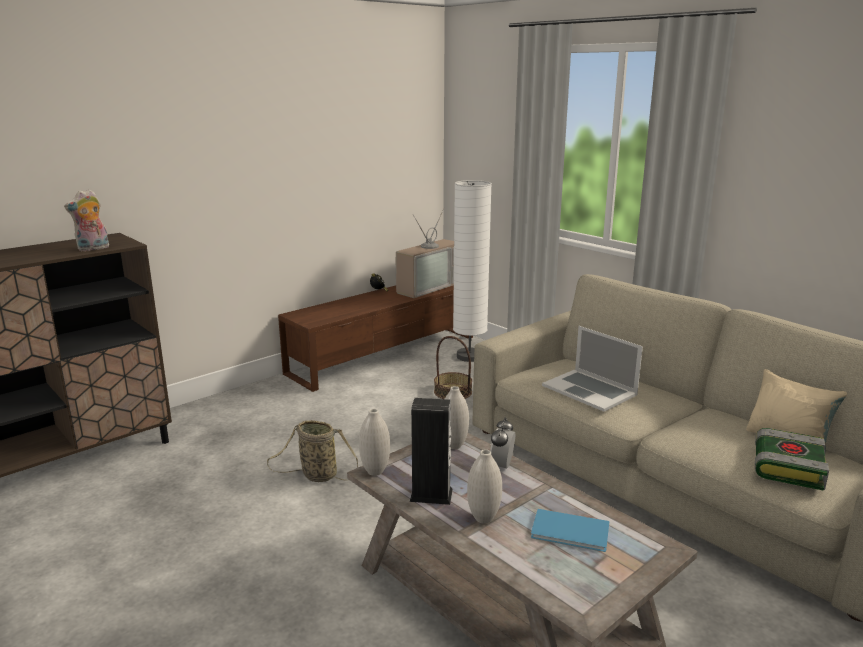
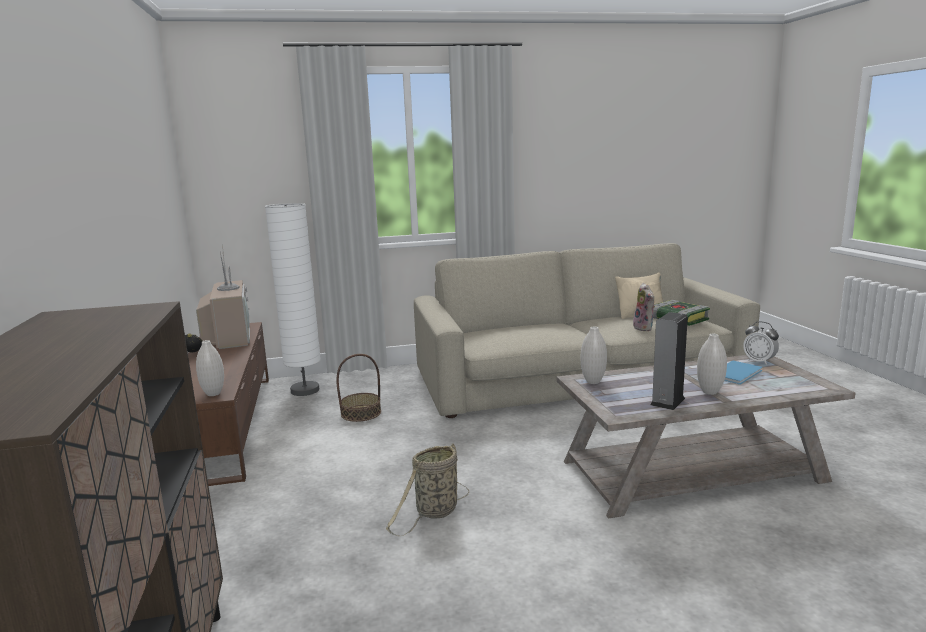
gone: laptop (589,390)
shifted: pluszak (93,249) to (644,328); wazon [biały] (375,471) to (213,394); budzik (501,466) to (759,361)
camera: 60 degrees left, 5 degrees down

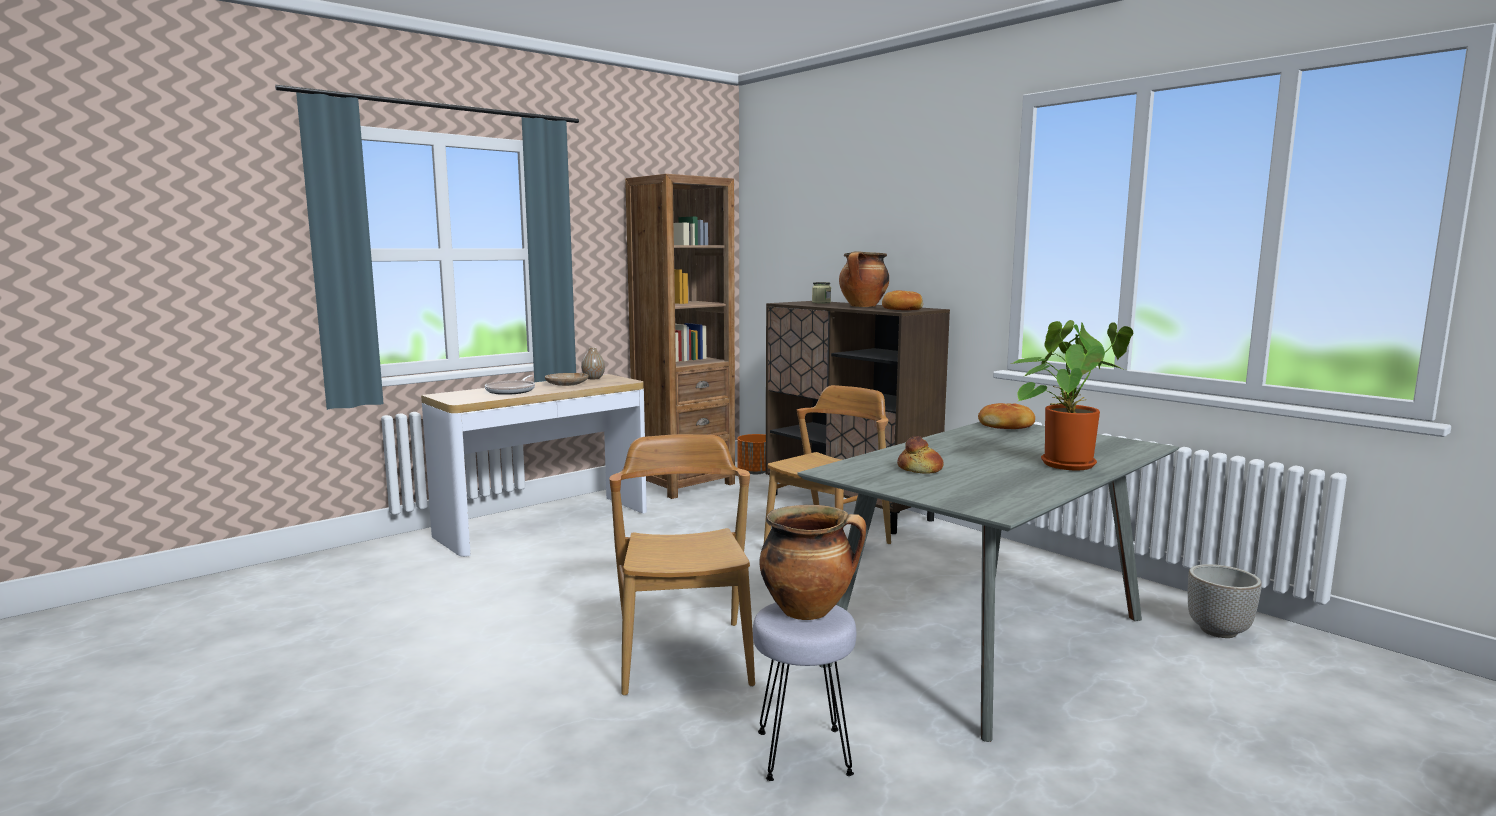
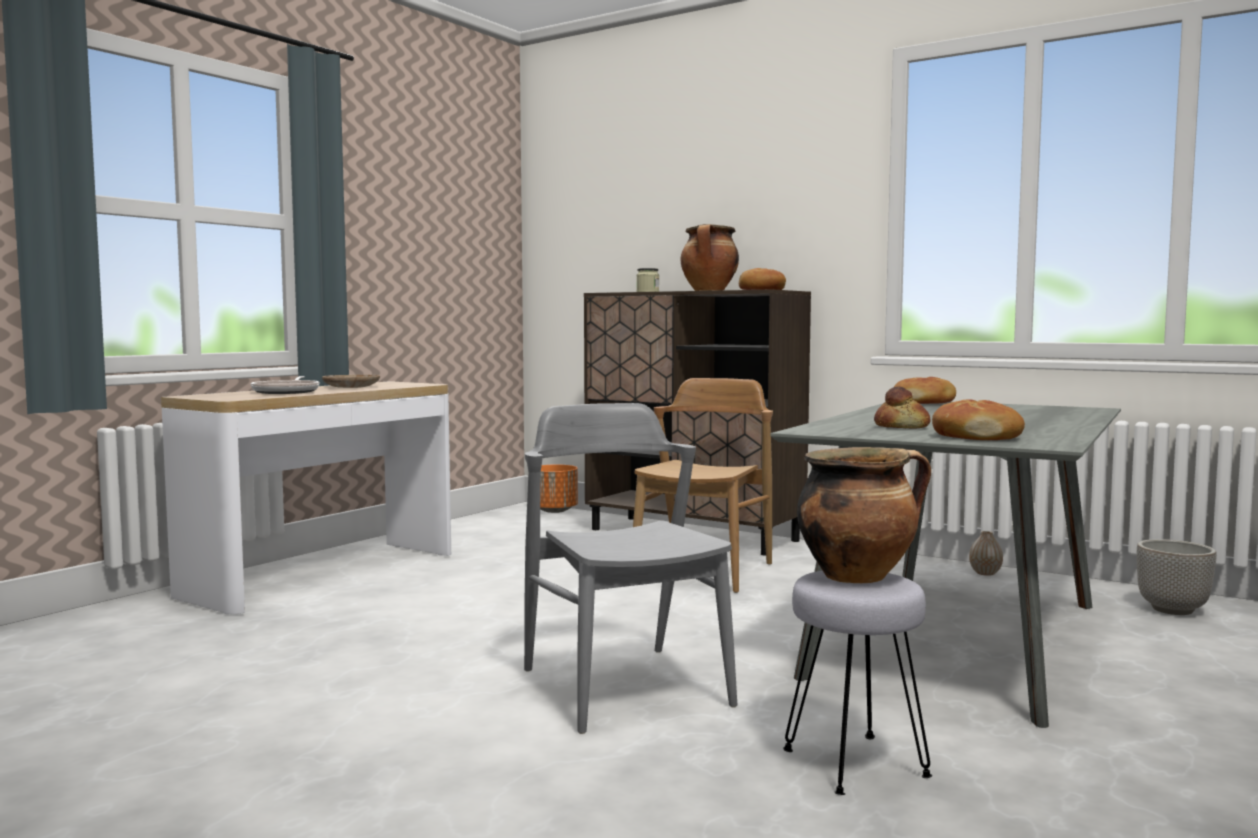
gone: regał [brązowy] (684,484); roślina doniczkowa (1065,463)
new: chleb (975,436)
shifted: wazon (593,378) to (985,573)
repainted: krzesło [brązowy] (685,656) to krzesło [szary] (625,687)
camera: 15 degrees left, 5 degrees down

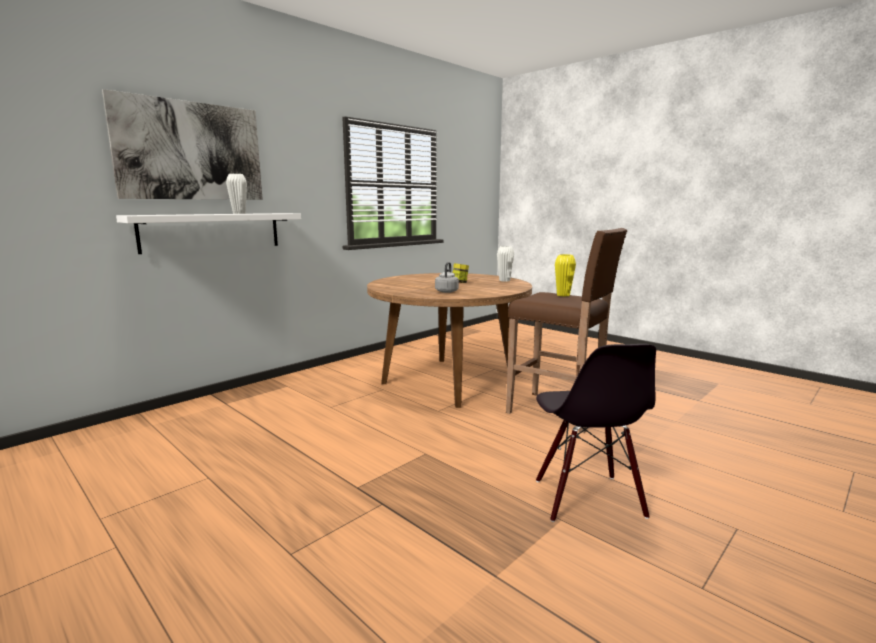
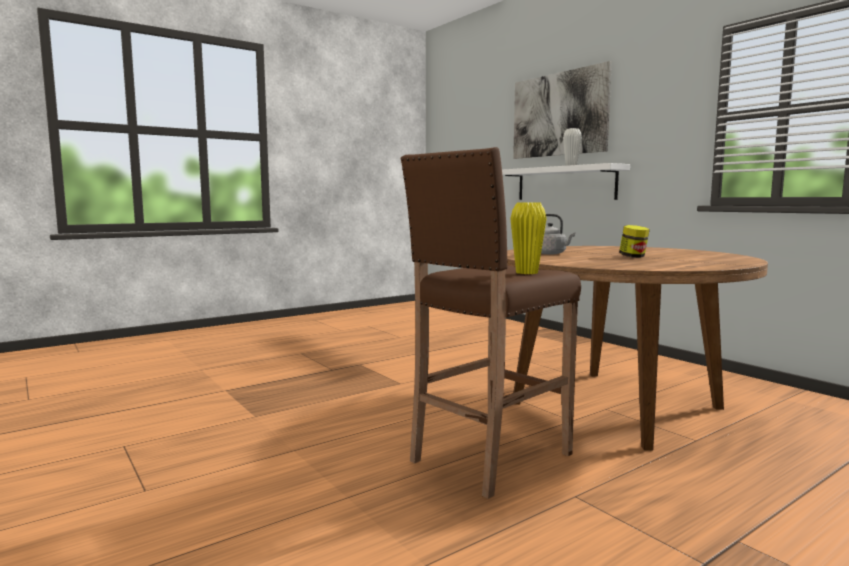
gone: wazon [biały] (504,280); krzesło [czarny] (587,498)
camera: 100 degrees right, 5 degrees down

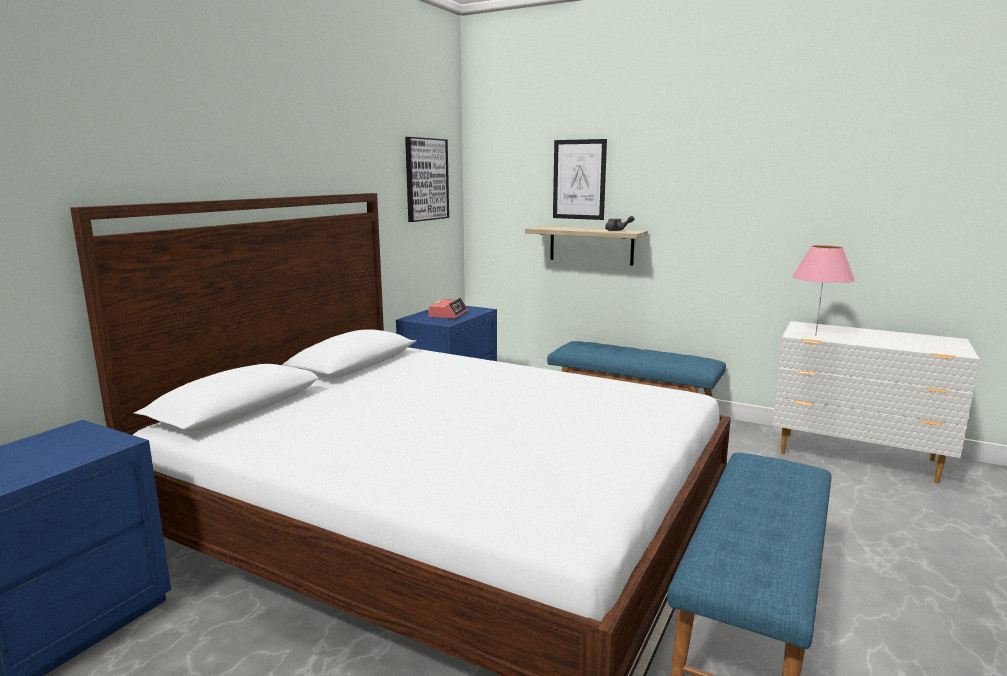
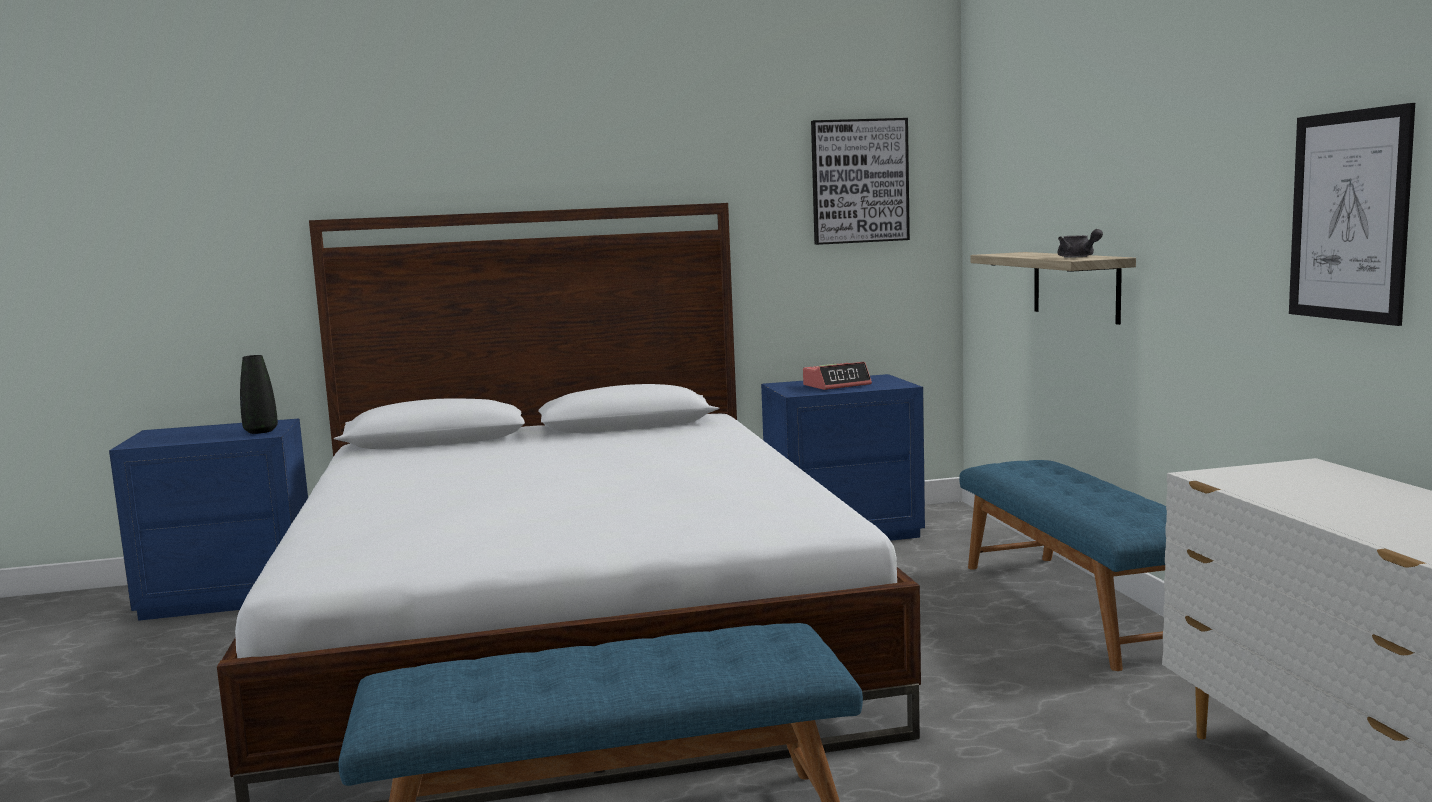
gone: lampa stołowa [różowy] (815,336)
new: wazon [czarny] (261,431)
shifted: obraz (579,179) to (1349,216)
camera: 50 degrees right, 5 degrees down

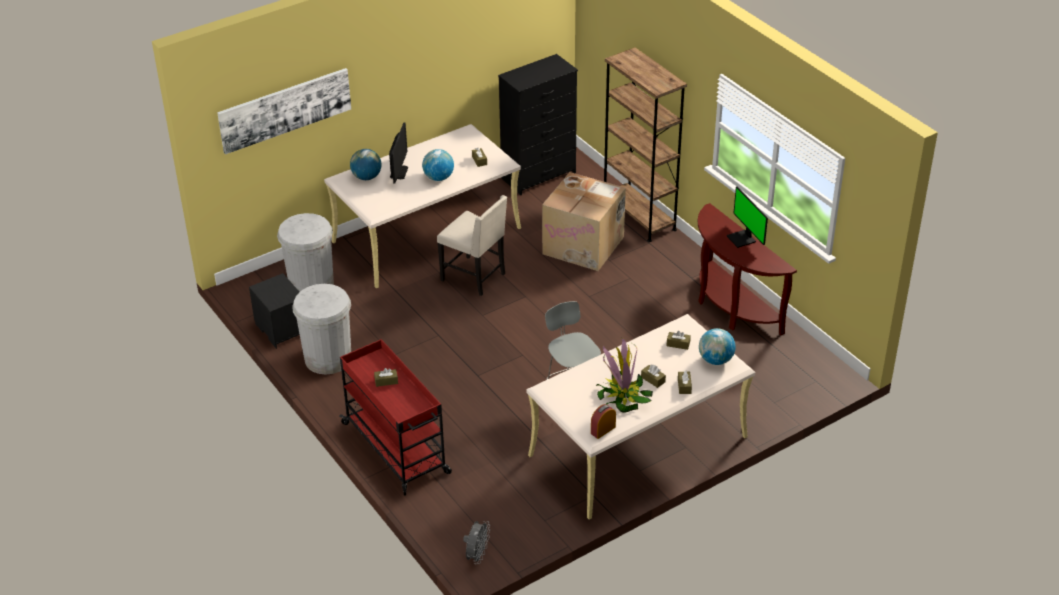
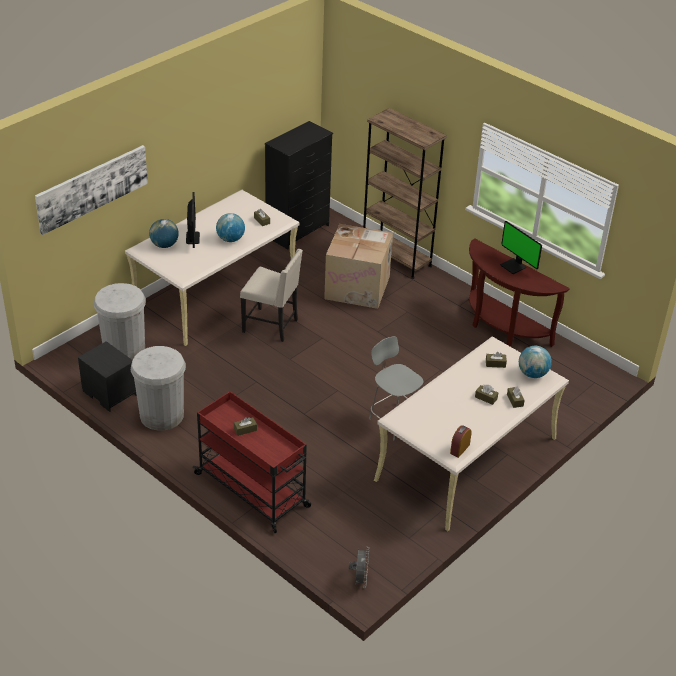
gone: roślina doniczkowa (622,396)
camera: 15 degrees left, 0 degrees up

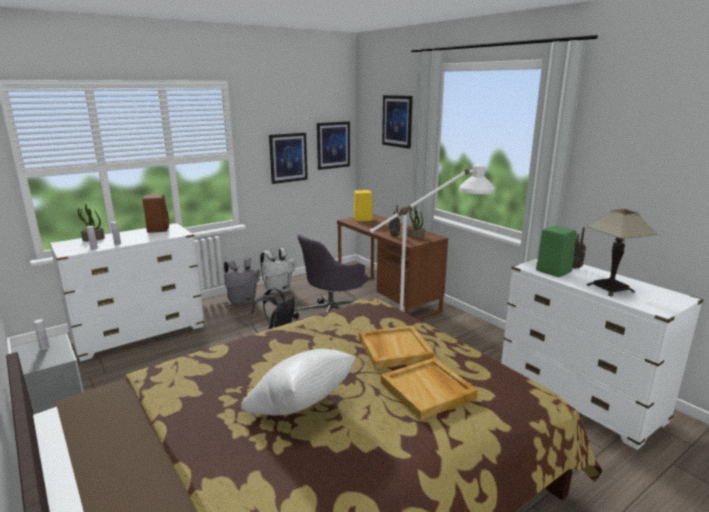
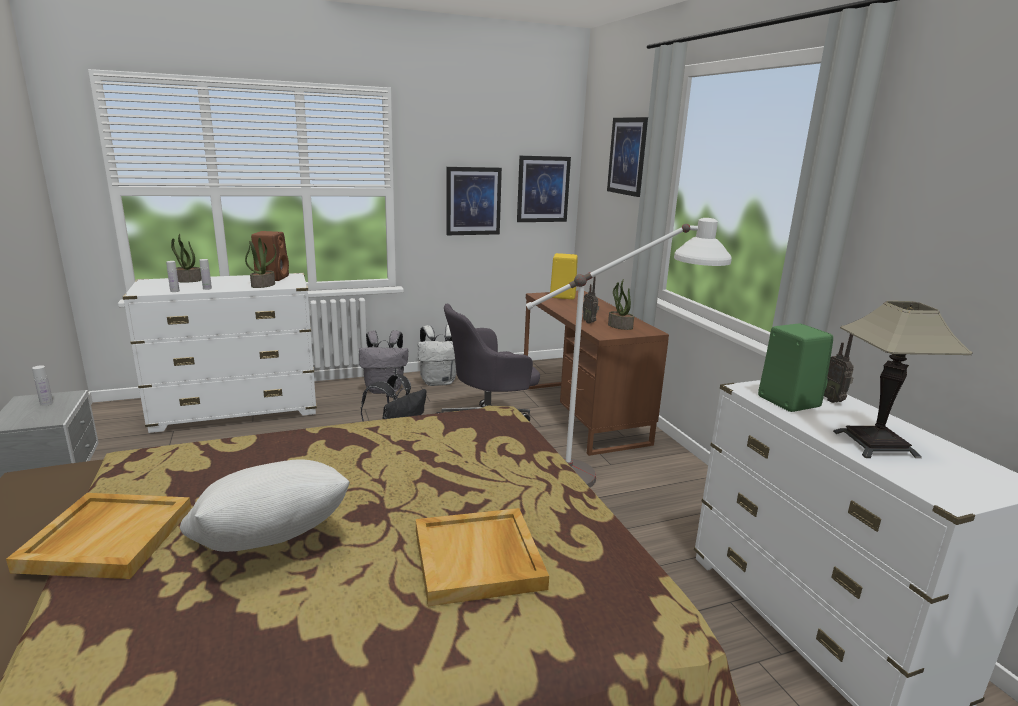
new: roślina doniczkowa (263,285)
shifted: taca [beżowy] (394,349) to (107,538)
camera: 15 degrees right, 0 degrees up

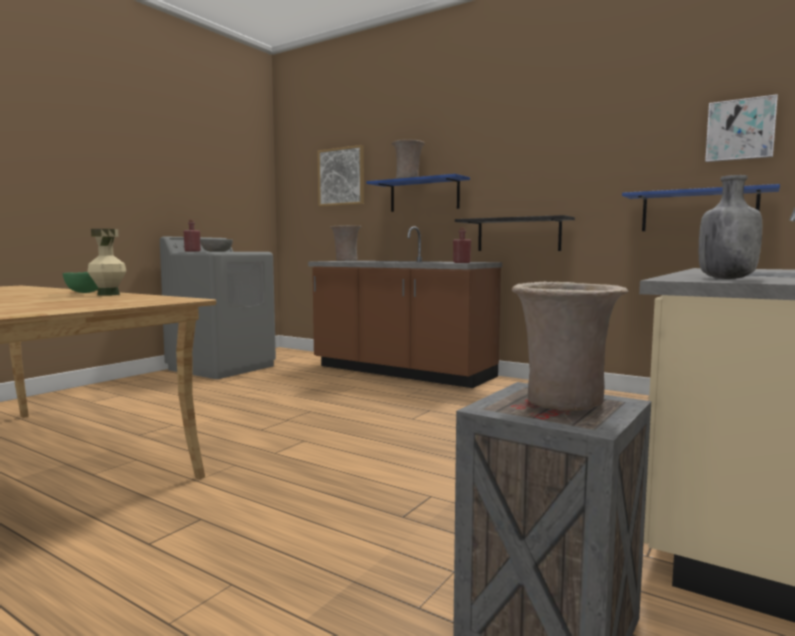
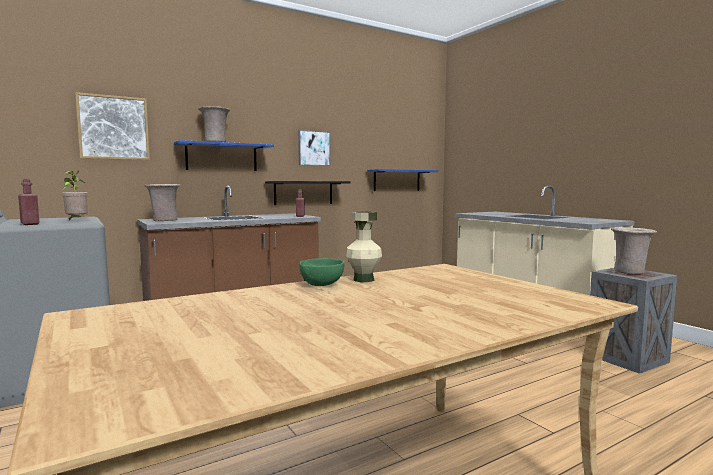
gone: butelka [szary] (726,278)
shifted: obraz (740,130) to (313,148)
swapped: miska [szary] (217,251) to roślina doniczkowa (76,221)
camera: 65 degrees left, 0 degrees up

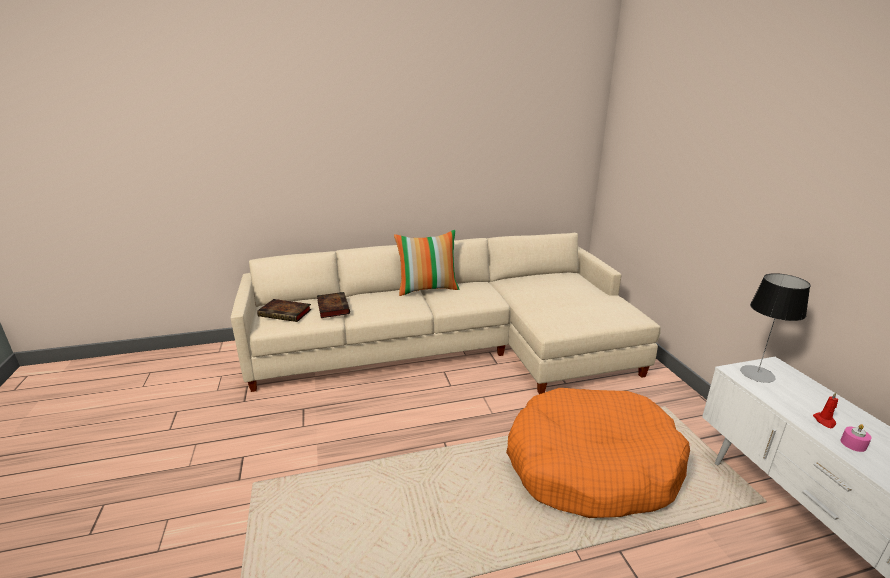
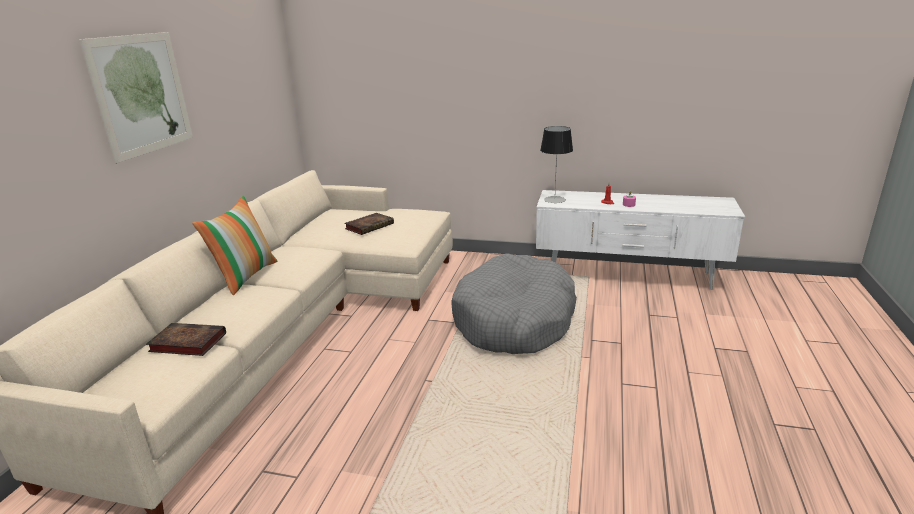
new: obraz (142,94)
shifted: książka (286,313) to (370,226)
repainted: legowisko [pomarańczowy] (591,466) to legowisko [szary] (514,320)
camera: 60 degrees left, 0 degrees up

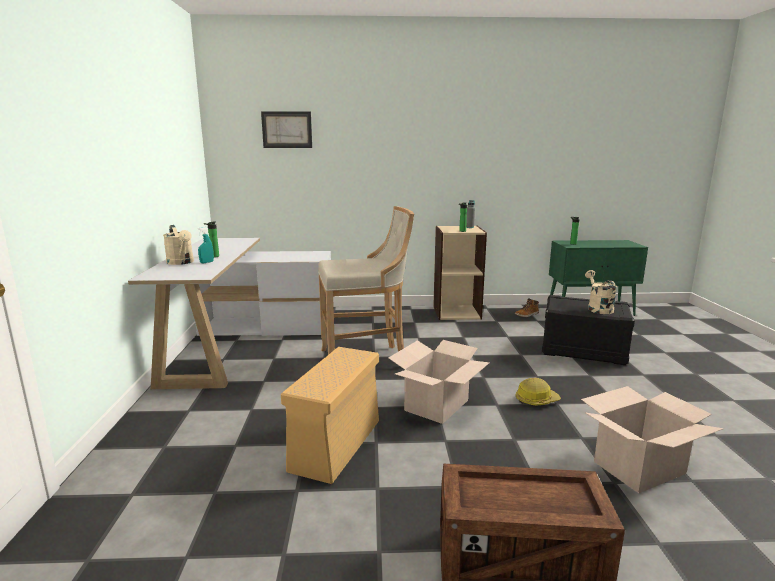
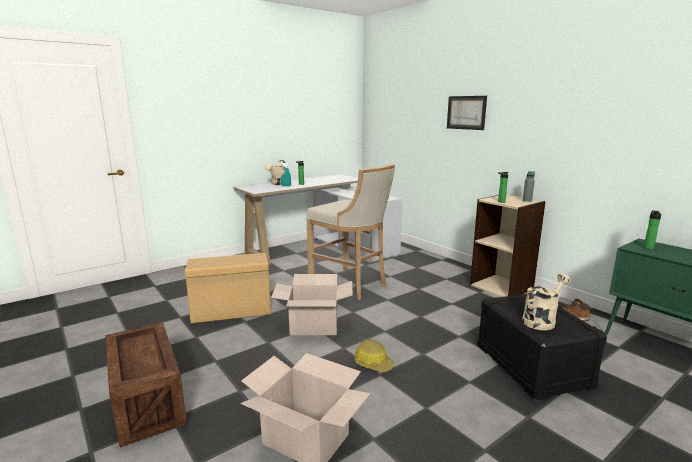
shifted: obraz (287,129) to (466,112)
camera: 55 degrees right, 0 degrees up

